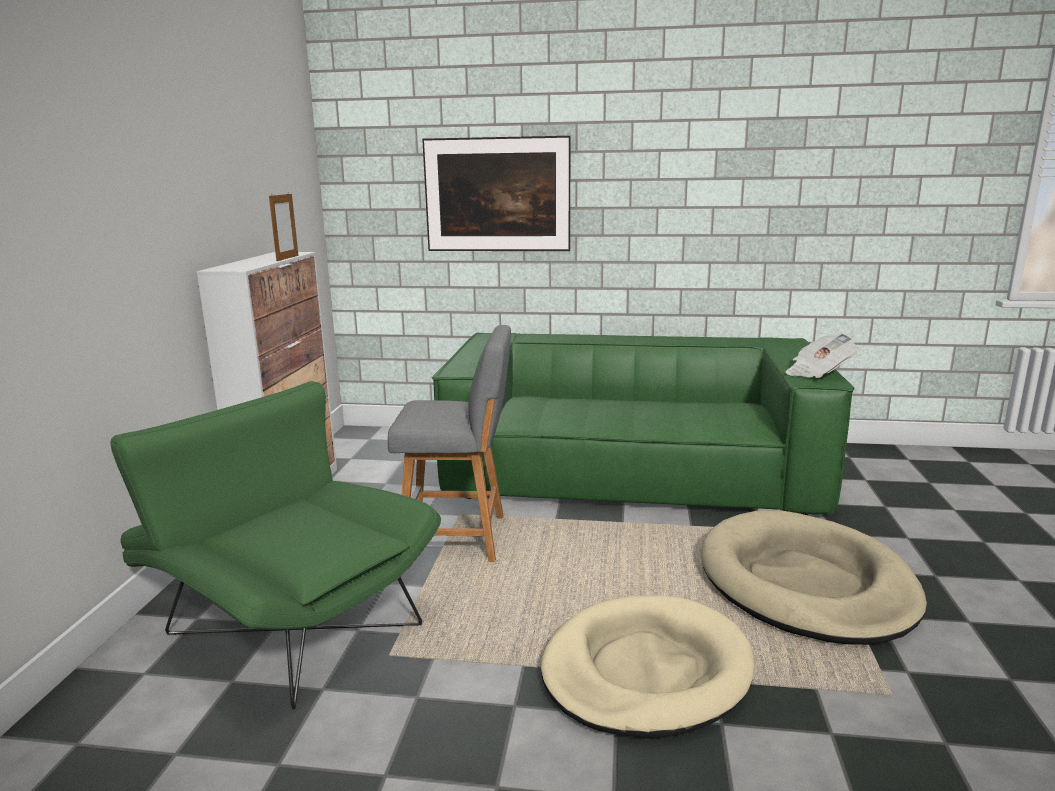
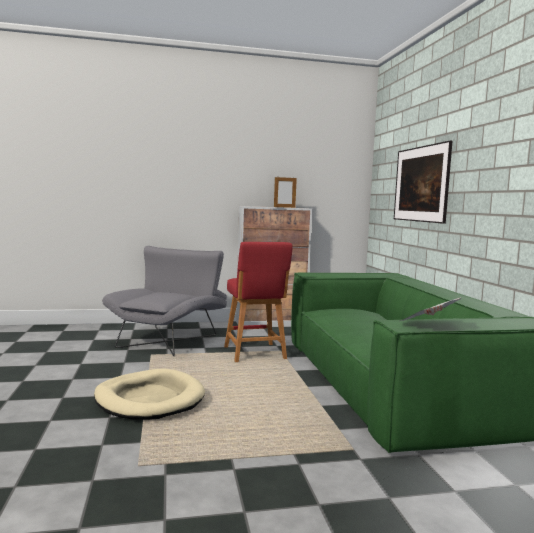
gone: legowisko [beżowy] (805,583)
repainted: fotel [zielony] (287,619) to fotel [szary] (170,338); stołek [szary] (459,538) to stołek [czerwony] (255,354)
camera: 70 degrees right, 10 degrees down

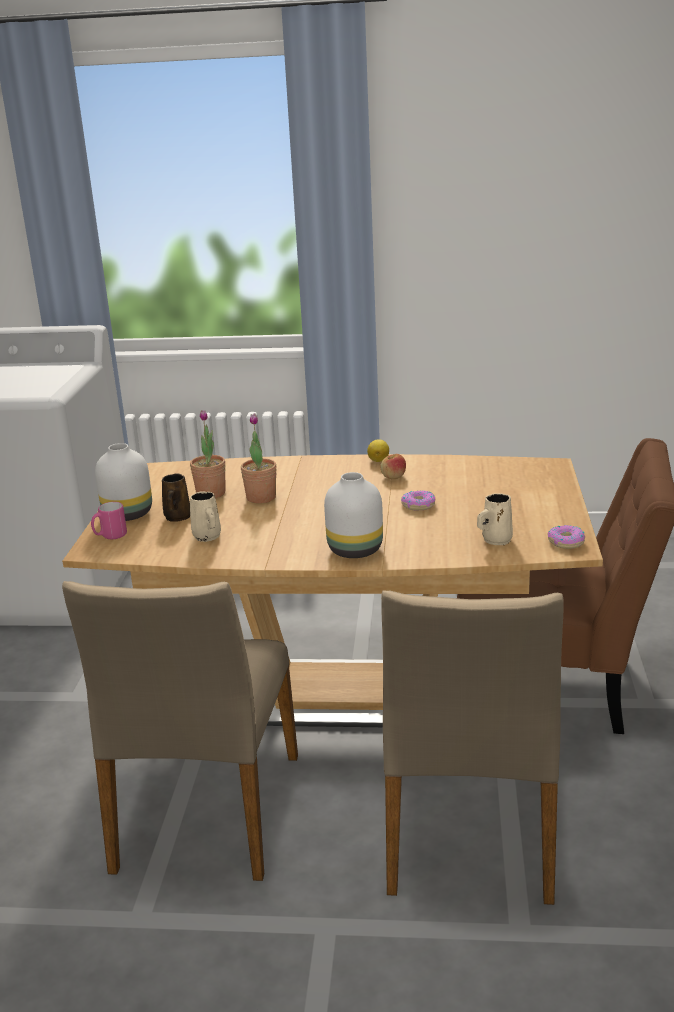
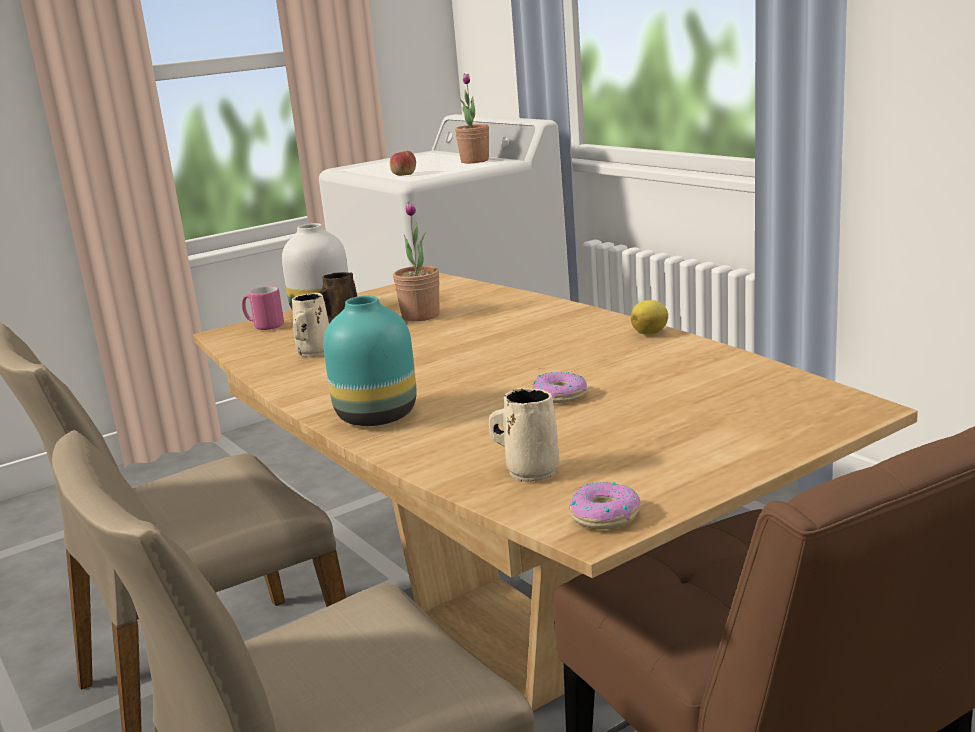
shifted: roślina doniczkowa (261,497) to (474,161); jabłko (393,477) to (403,175)
repainted: wazon [biały] (357,550) to wazon [turkusowy] (378,417)
camera: 50 degrees right, 5 degrees down

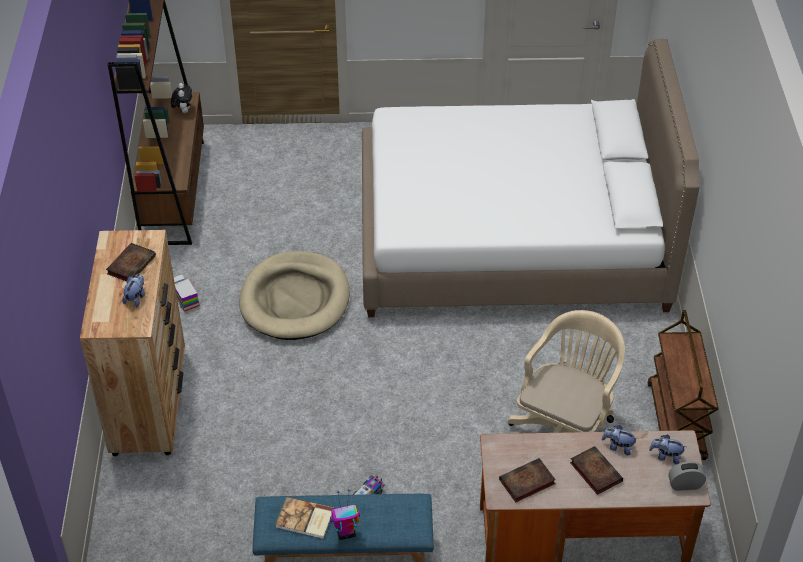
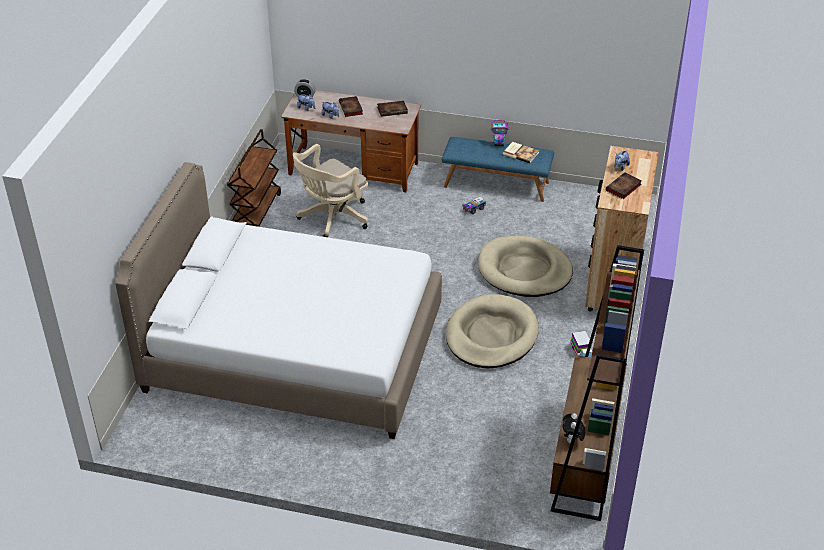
new: legowisko [beżowy] (524,270)
camera: 165 degrees left, 5 degrees down

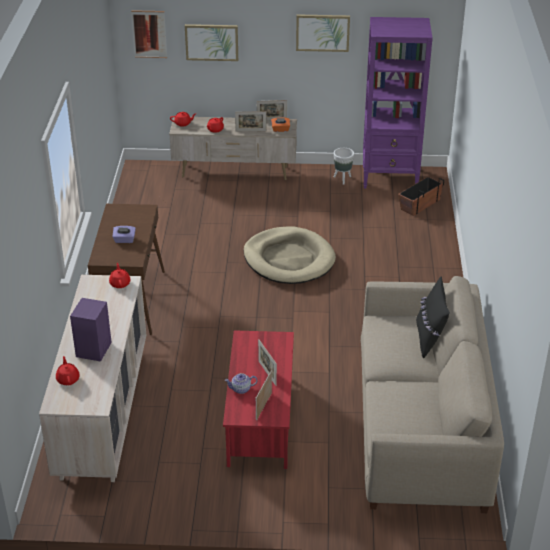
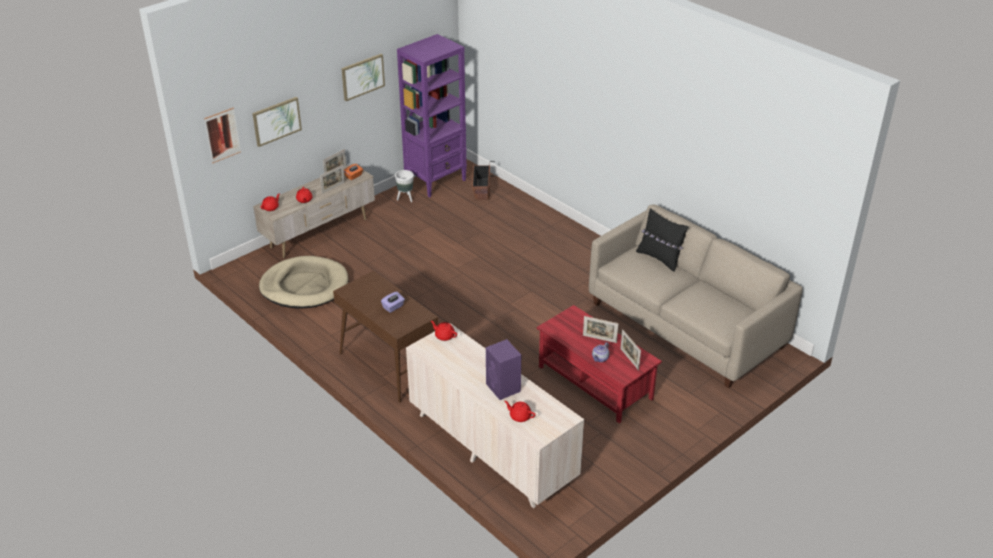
shifted: legowisko [beżowy] (289,259) to (304,286)
camera: 45 degrees left, 0 degrees up

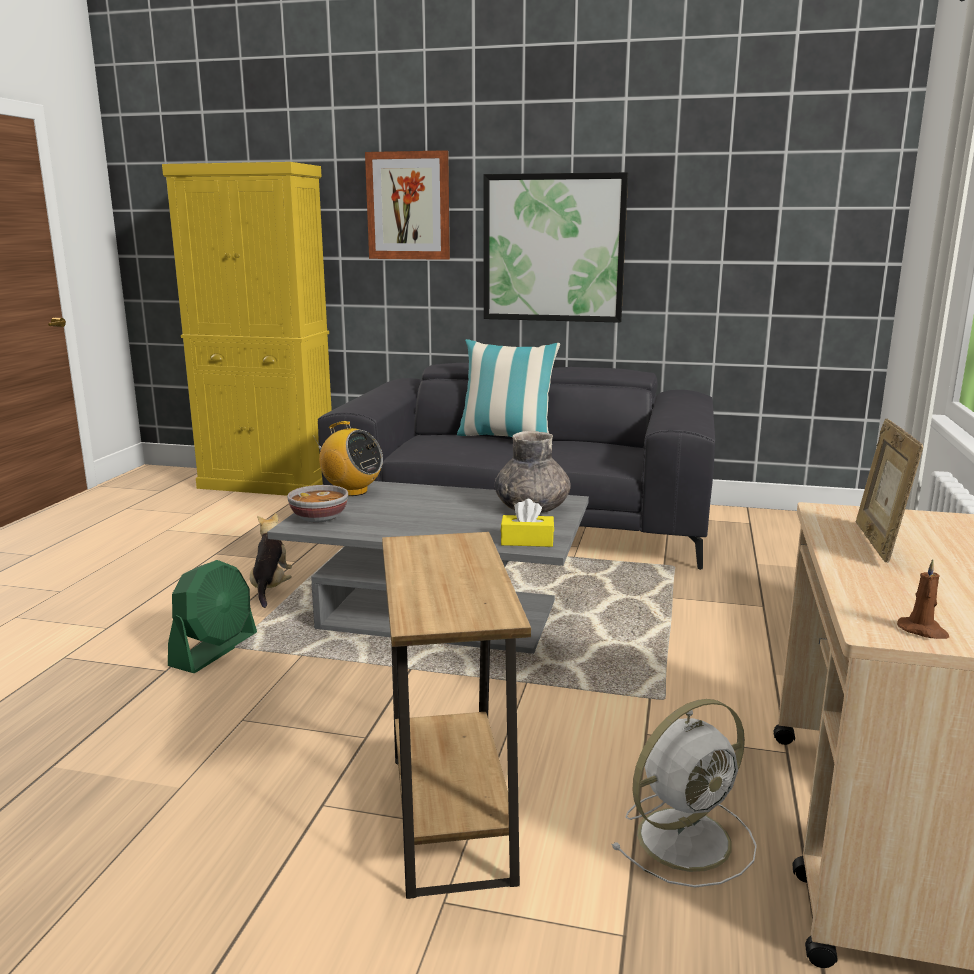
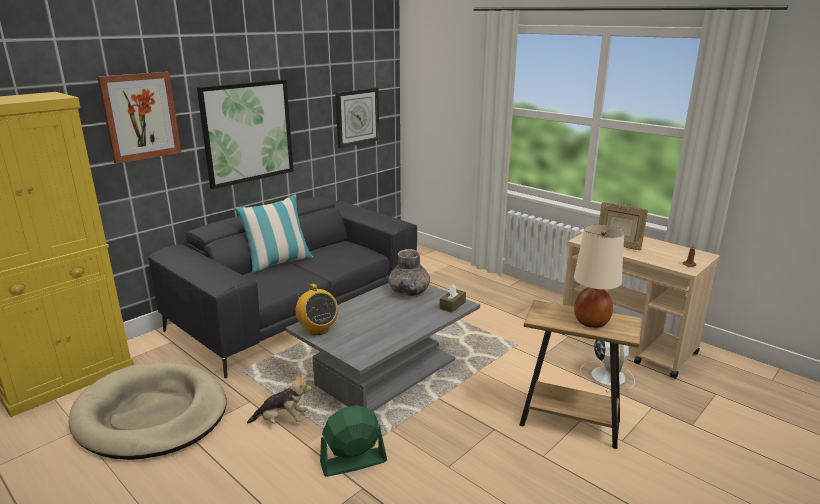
gone: miska (319,518)
new: legowisko [beżowy] (152,415); zegar ścienny (357,117); lampa stołowa [beżowy] (591,322)
repainted: pudełko chusteczek [żółty] (527,541) to pudełko chusteczek [brązowy] (452,305)
rotated: wentylator [zielony] (215,650) = (353,462) 75 degrees counterclockwise; pluszak (271,587) = (282,421) 150 degrees clockwise; radio (352,491) = (318,329) 90 degrees clockwise
camera: 60 degrees left, 5 degrees up

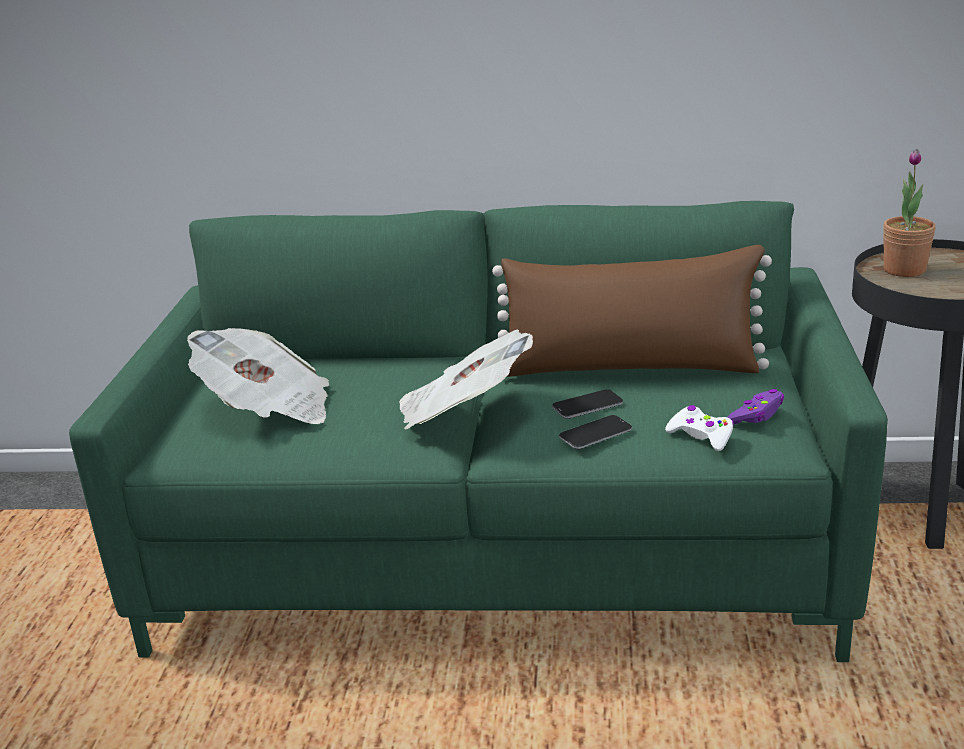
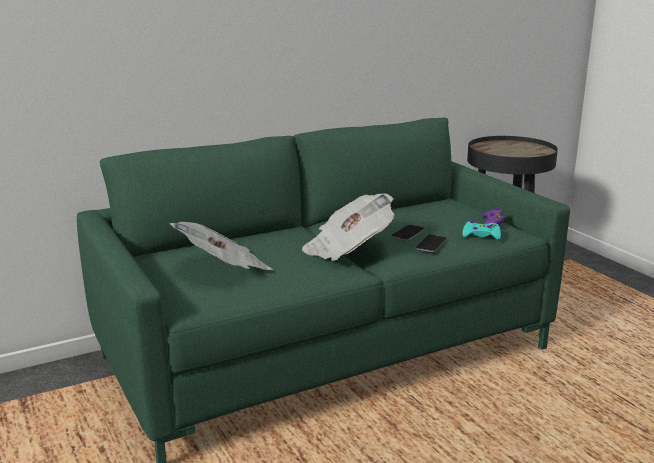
gone: poduszka [brązowy] (630,368); roślina doniczkowa (904,270)
repainted: pad do gier [biały] (701,435) to pad do gier [turkusowy] (481,235)
camera: 35 degrees left, 5 degrees down

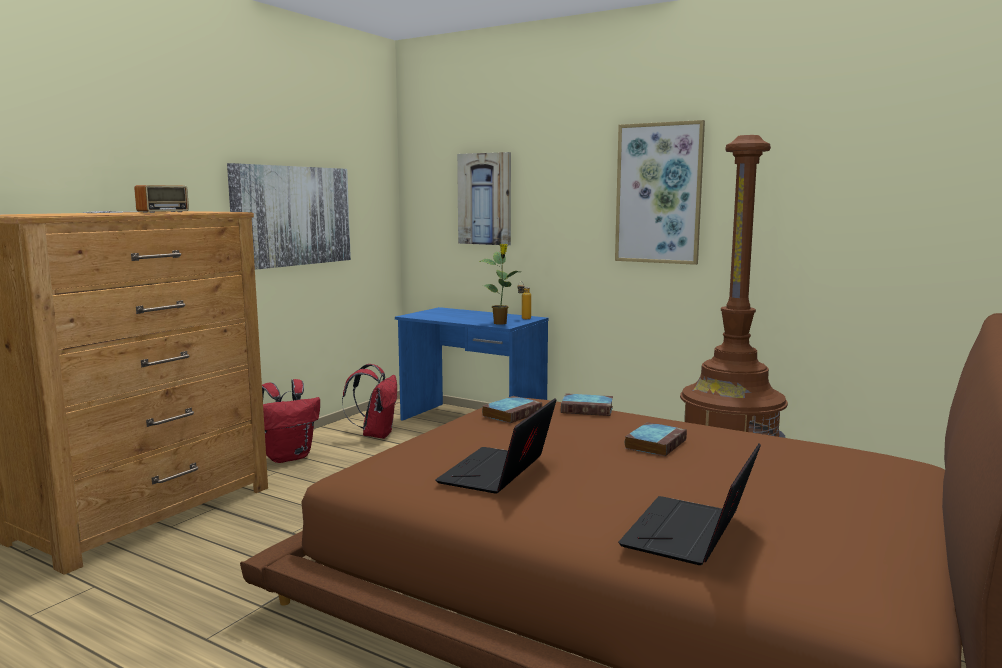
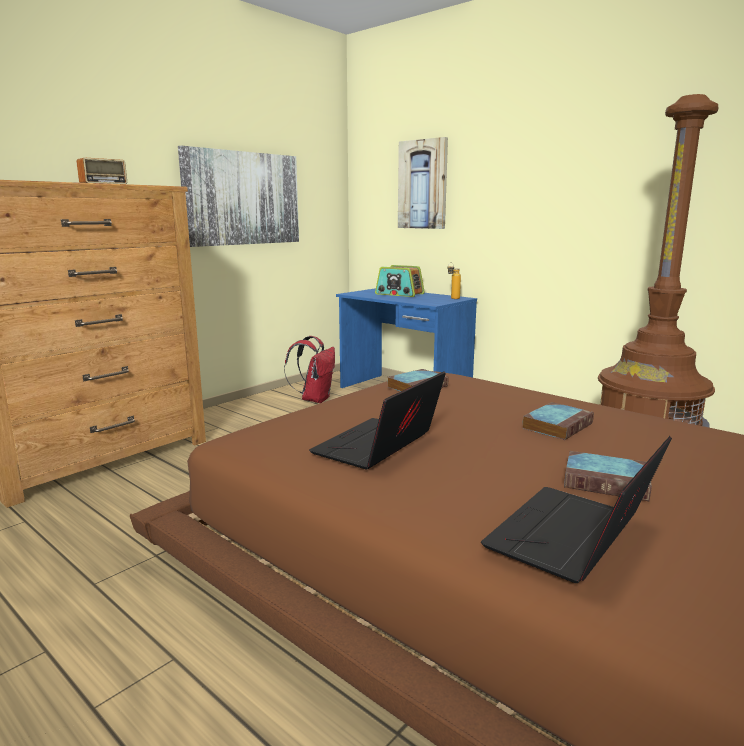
gone: plecak [czerwony] (288,457); roślina doniczkowa (500,323); obraz (659,193)
new: radio (399,294)
shifted: książka (588,409) to (608,482)
camera: 10 degrees right, 5 degrees up

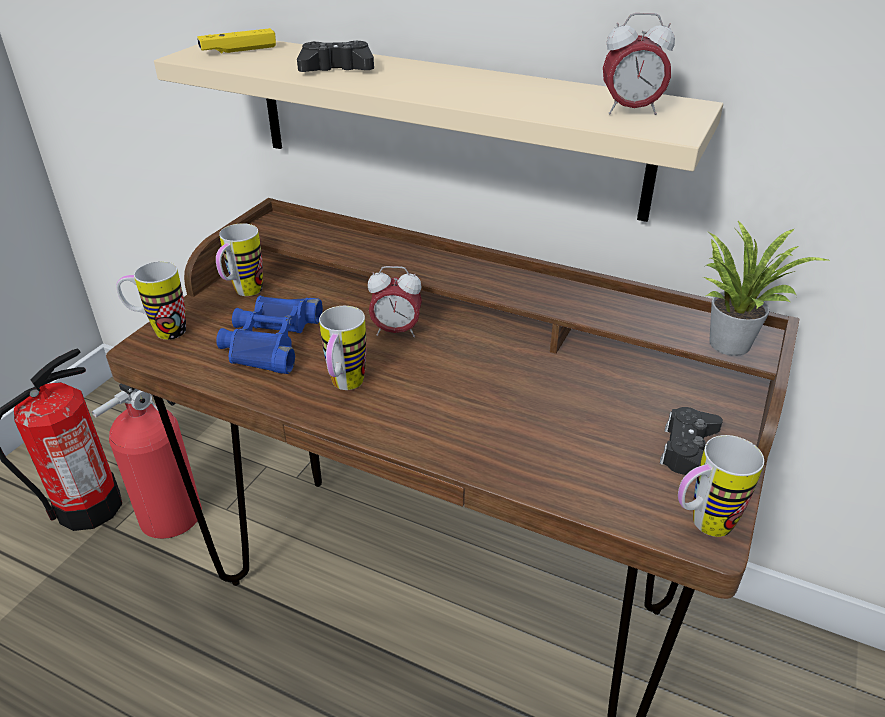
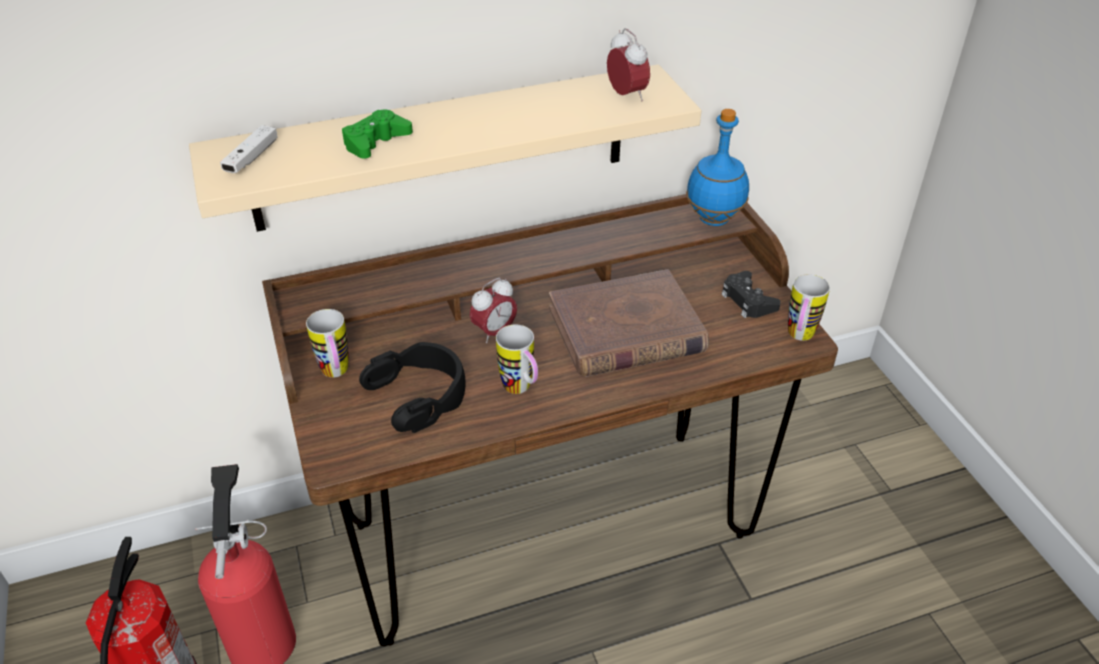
gone: kubek (161,332)
new: książka [brązowy] (626,330)
swapped: lornetka [niebieski] (270,341) to słuchawki [czarny] (419,394); roślina doniczkowa (729,341) to butelka [niebieski] (713,219)
repainted: pad do gier [żółty] (238,50) to pad do gier [biały] (251,158); pad do gier [czarny] (336,69) to pad do gier [zielony] (375,142)
rotated: budzik (630,111) = (626,95) 75 degrees counterclockwise
camera: 45 degrees left, 5 degrees up

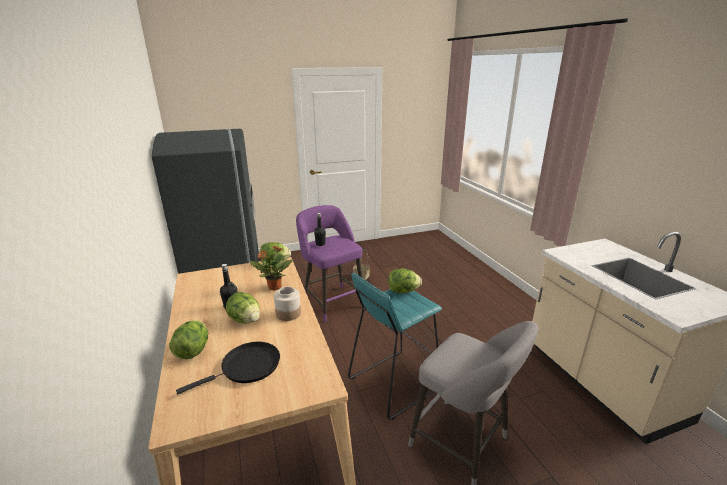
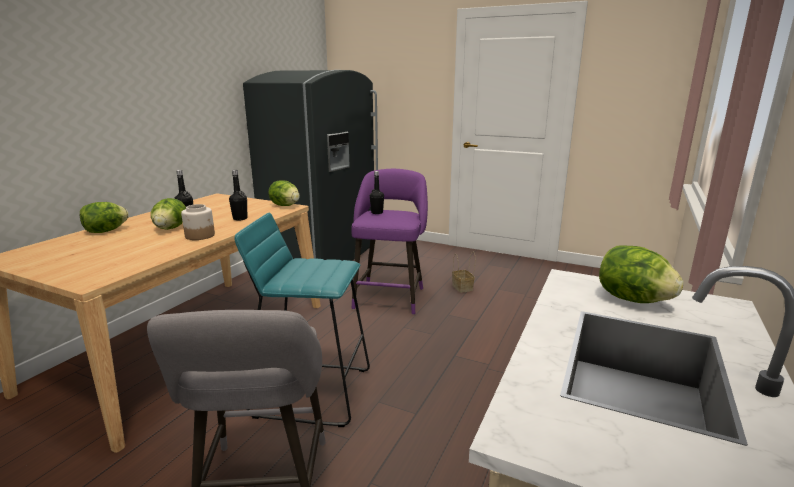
gone: patelnia [czarny] (247,367)
shifted: sałata (403,291) to (632,299)
swapped: roślina doniczkowa (274,287) to butelka [czarny] (240,218)
camera: 45 degrees right, 5 degrees down

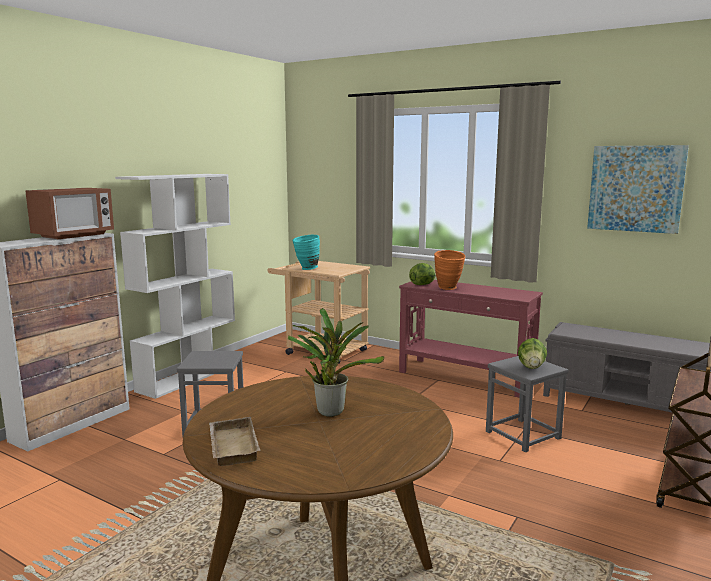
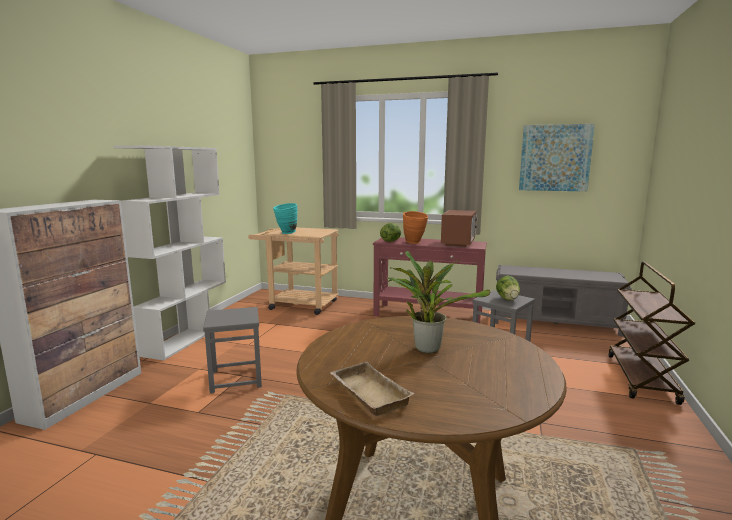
shifted: mikrofalówka (74,235) to (458,243)
camera: 15 degrees left, 0 degrees up

